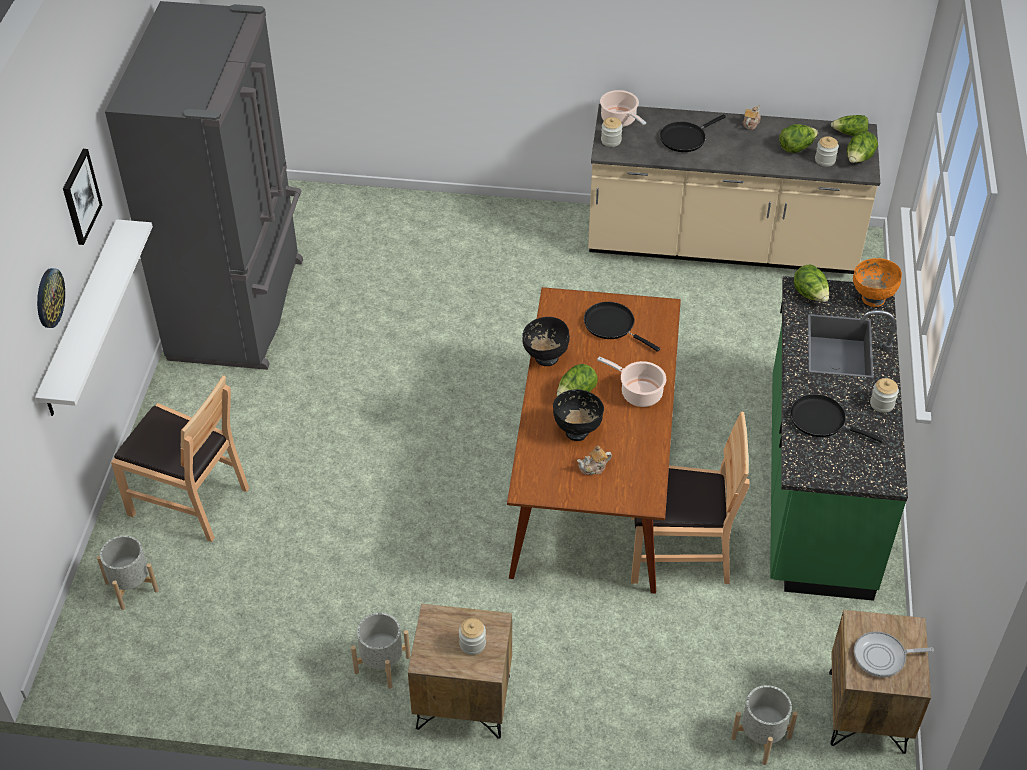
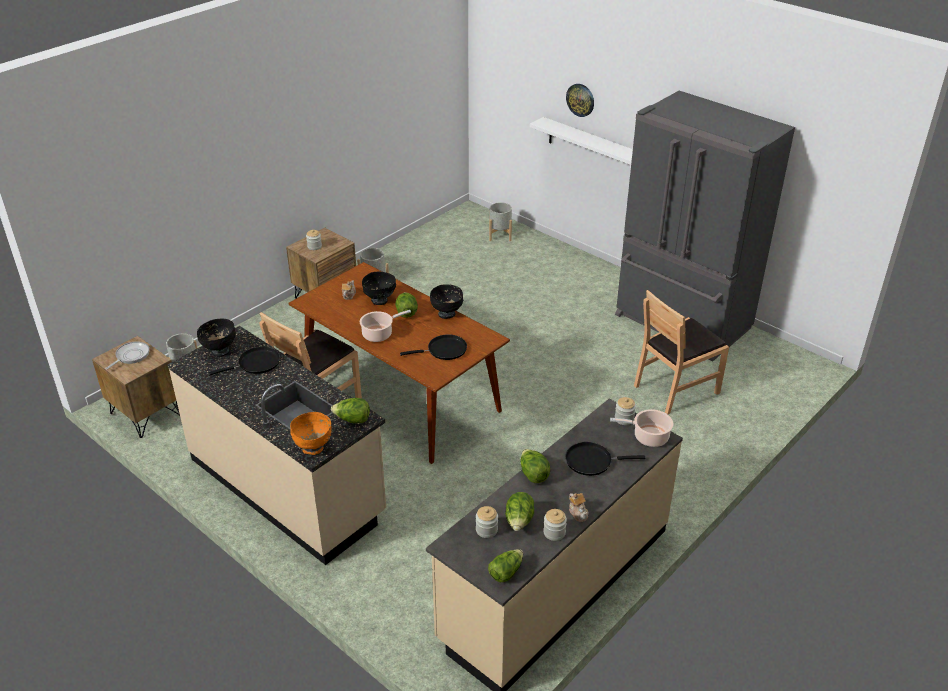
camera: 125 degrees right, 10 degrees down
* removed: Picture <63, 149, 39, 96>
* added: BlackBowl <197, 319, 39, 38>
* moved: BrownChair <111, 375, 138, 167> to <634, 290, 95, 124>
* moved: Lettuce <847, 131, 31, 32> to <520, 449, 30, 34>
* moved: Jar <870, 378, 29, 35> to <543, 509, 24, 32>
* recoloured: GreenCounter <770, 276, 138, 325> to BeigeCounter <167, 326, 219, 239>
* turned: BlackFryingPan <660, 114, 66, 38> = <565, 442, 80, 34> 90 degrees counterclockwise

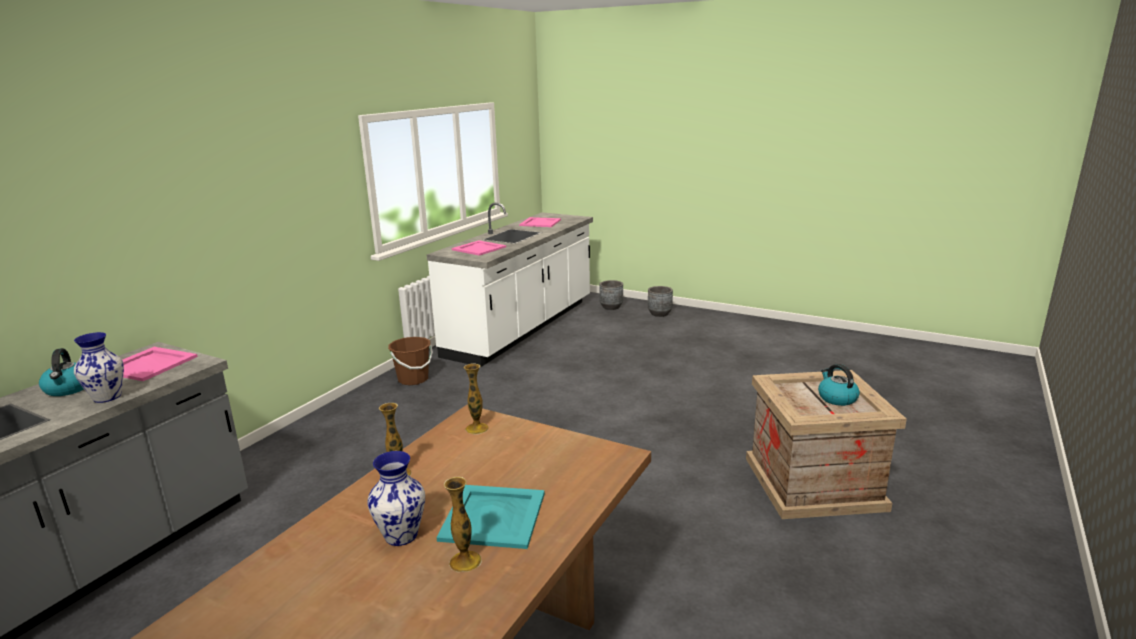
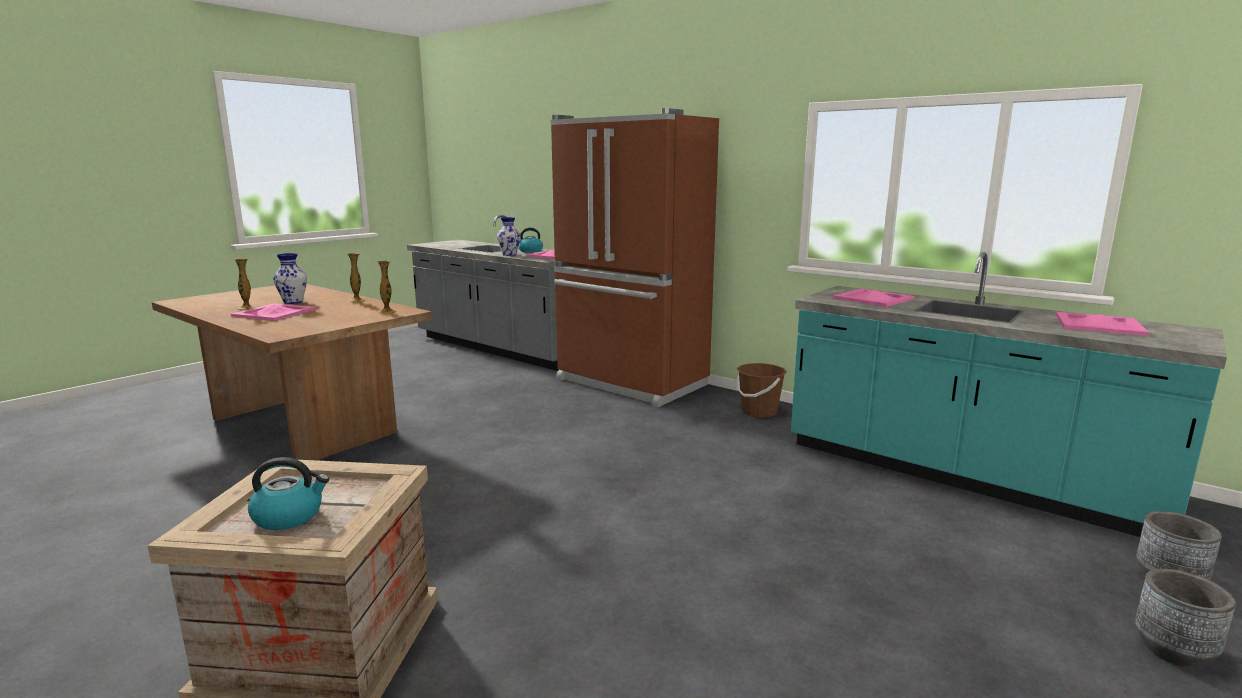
camera: 100 degrees right, 5 degrees down
* added: BrownFridge <551, 108, 168, 299>
* recoloured: WhiteCounter <427, 202, 166, 165> to TurquoiseCounter <791, 252, 436, 285>
* recoloured: TurquoiseTray <437, 485, 108, 64> to PinkTray <231, 303, 85, 18>

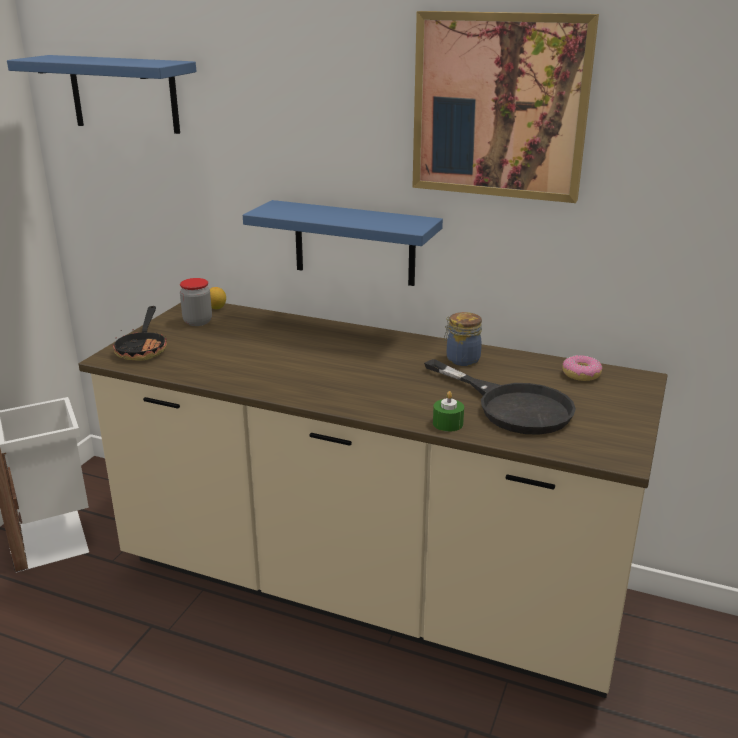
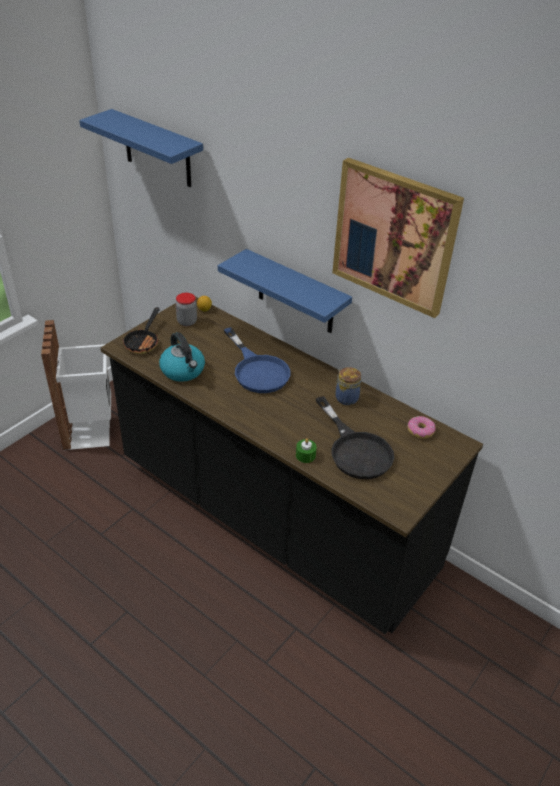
camera: 15 degrees right, 15 degrees up
* added: Kettle <159, 332, 46, 50>
* added: BlueFryingPan <224, 327, 67, 66>
* recoloured: BeigeCounter <79, 303, 589, 395> to BlackCounter <101, 296, 382, 338>

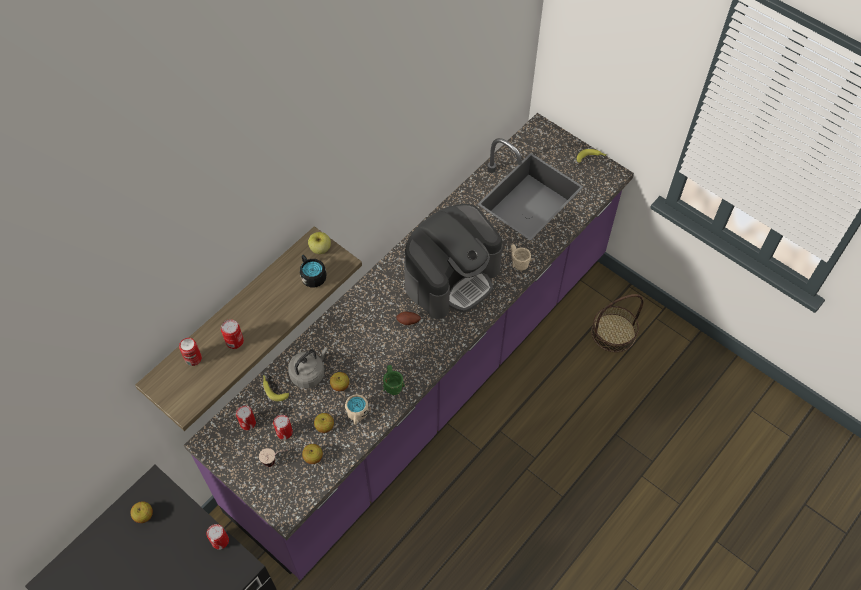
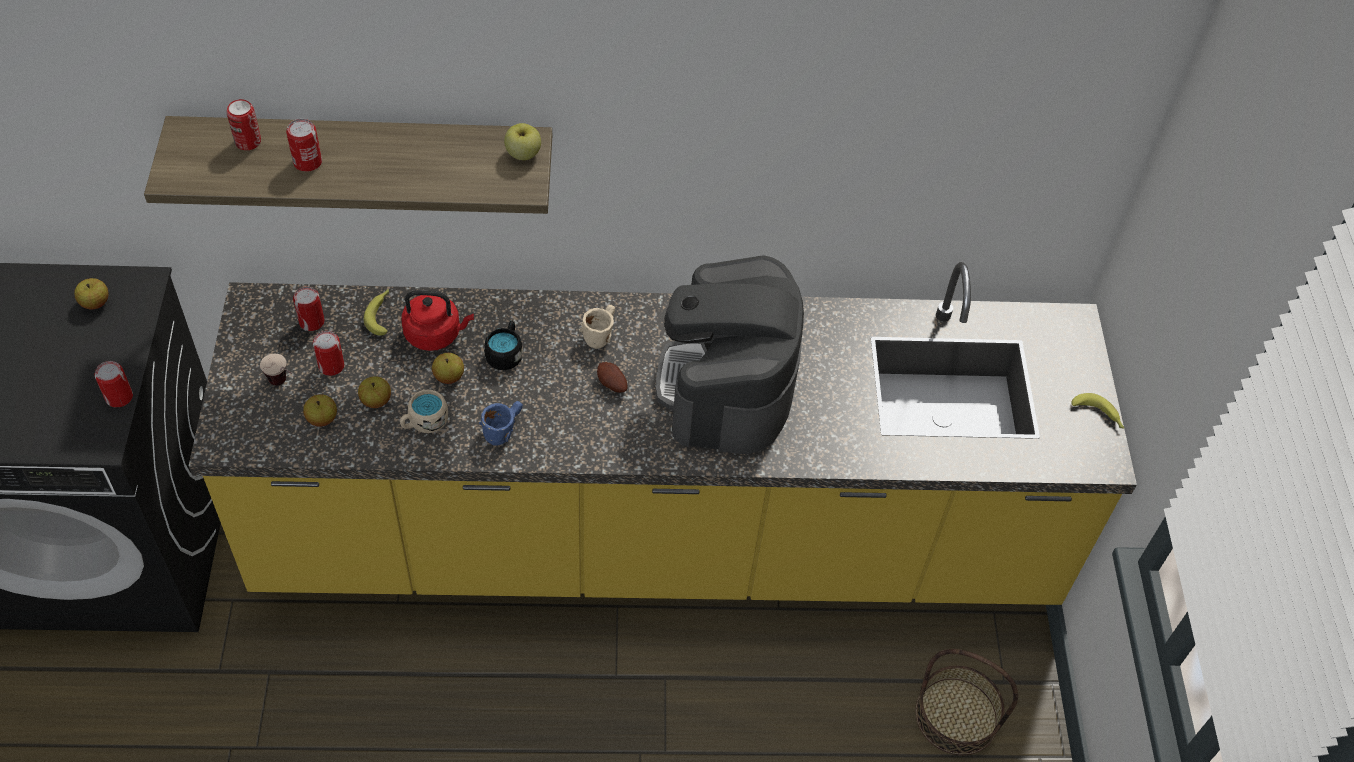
camera: 45 degrees right, 5 degrees down
* moved: BlackMug <300, 255, 27, 32> to <484, 321, 39, 49>
* moved: BeigeMug <511, 244, 20, 27> to <579, 305, 36, 44>
* recoloured: PurpleCounter <184, 113, 450, 467> to YellowCounter <189, 262, 948, 343>
* recoloured: GreyKettle <288, 347, 40, 41> to RedKettle <401, 290, 73, 61>
* recoloured: GreenMug <383, 365, 22, 30> to BlueMug <479, 401, 44, 45>
* turned: CoffeeMachine <404, 204, 99, 115> = <656, 255, 148, 199> 90 degrees clockwise

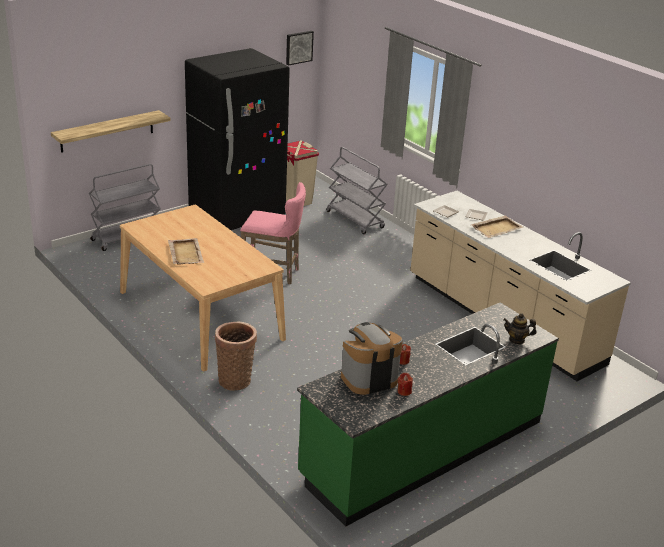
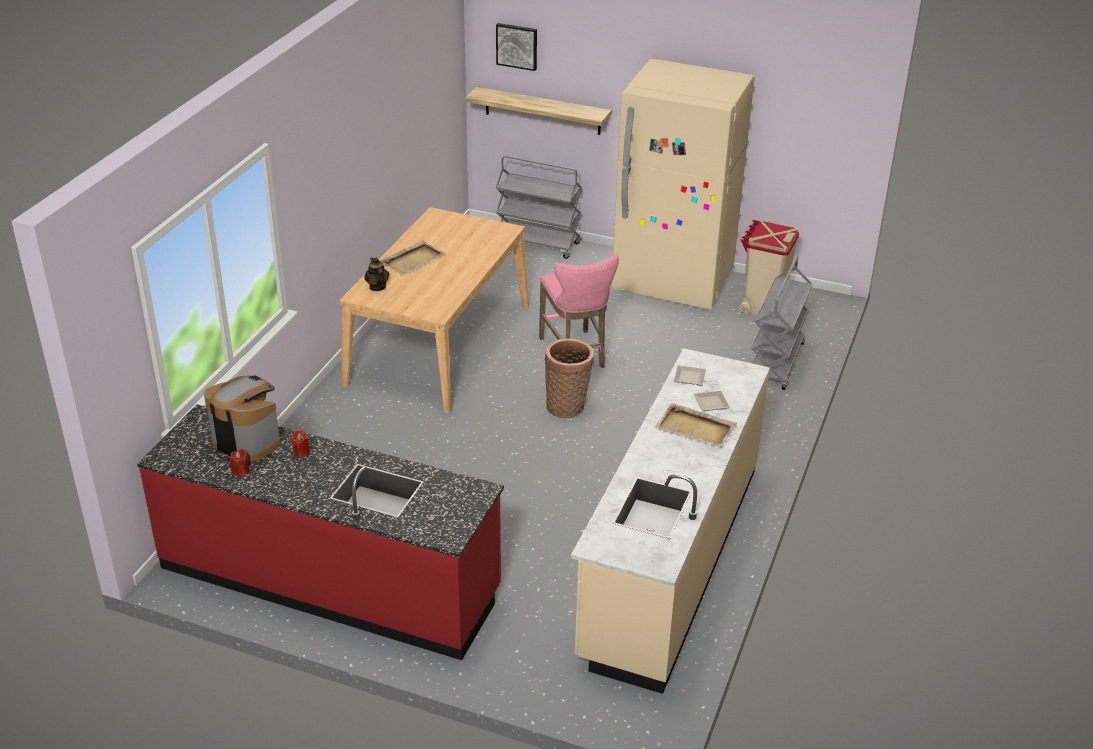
camera: 60 degrees right, 5 degrees up
* moved: Basket <215, 322, 42, 69> to <544, 338, 50, 80>
* moved: Picture <286, 31, 28, 35> to <496, 23, 41, 48>
* moved: Teapot <503, 313, 34, 31> to <364, 257, 25, 34>
* recoloured: BlackFridge <185, 48, 105, 182> to BeigeFridge <611, 59, 143, 251>
* recoloured: GreenCounter <297, 302, 262, 225> to RedCounter <137, 405, 367, 255>

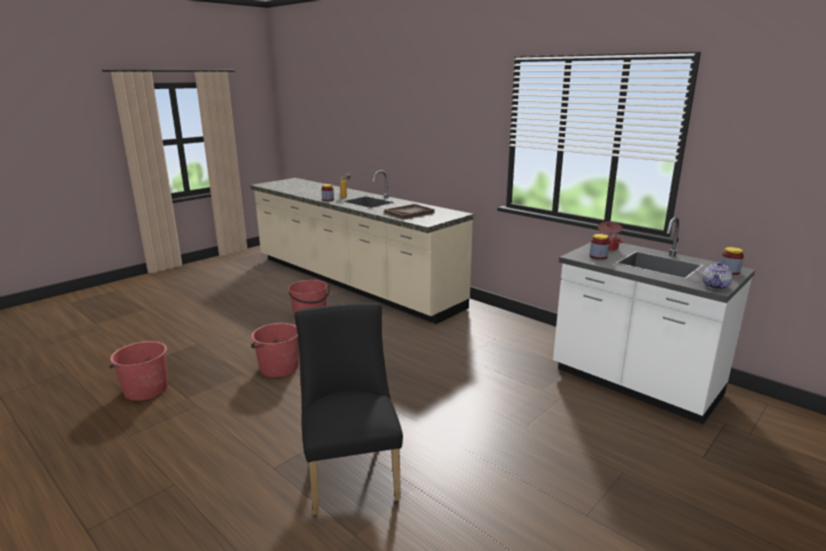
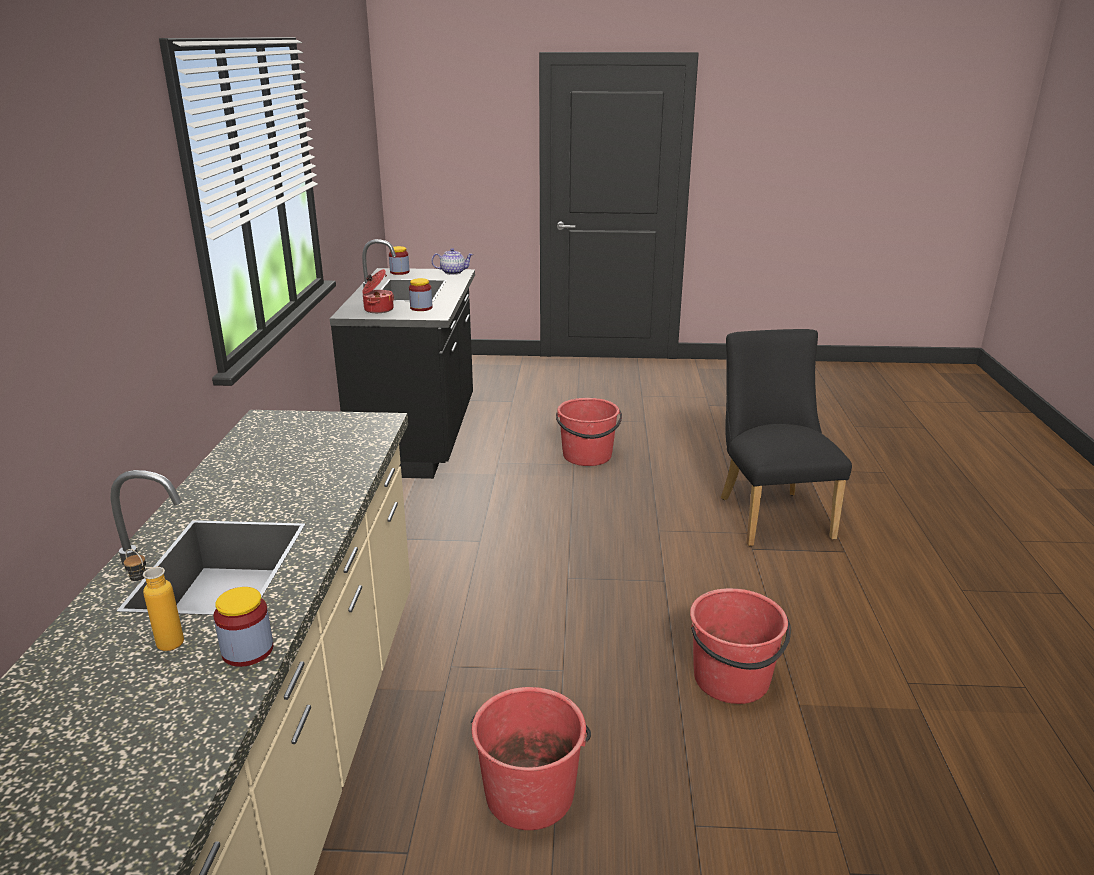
camera: 130 degrees left, 5 degrees up
* removed: BrownTray <384, 204, 51, 15>
* moved: RedBucket <109, 341, 59, 60> to <556, 398, 66, 68>
* recoloured: WhiteCounter <553, 217, 202, 207> to BlackCounter <330, 239, 145, 240>
* turned: BlackChair <295, 303, 108, 212> = <721, 329, 131, 217> 135 degrees clockwise

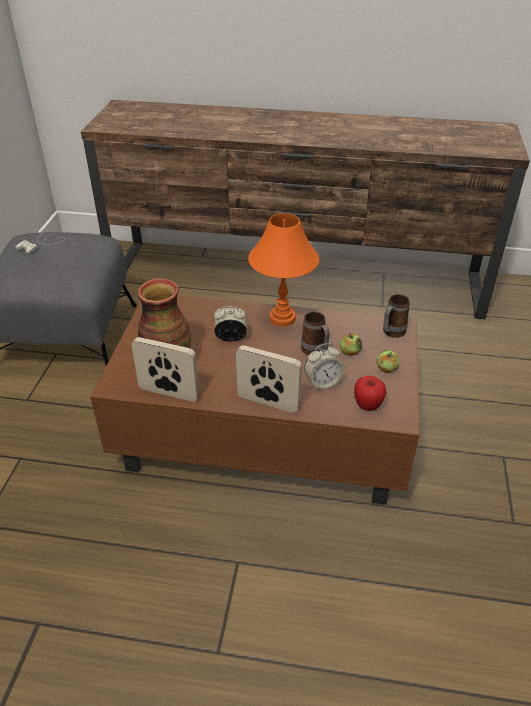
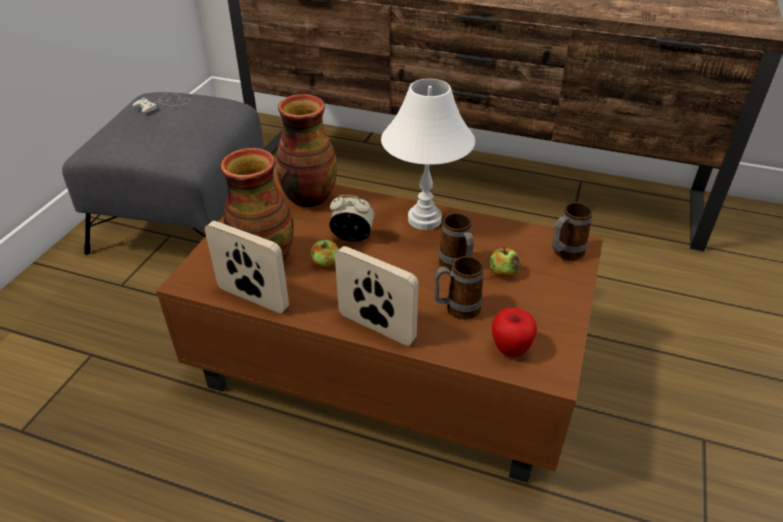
camera: 10 degrees right, 0 degrees up
* added: Vase <276, 94, 61, 113>
* moved: Apple <377, 350, 23, 23> to <311, 239, 28, 29>
* replaced: AlarmClock <304, 343, 40, 47> to Mug <434, 256, 50, 64>
* recoloured: OrangeTableLamp <248, 213, 71, 114> to WhiteTableLamp <381, 79, 94, 151>

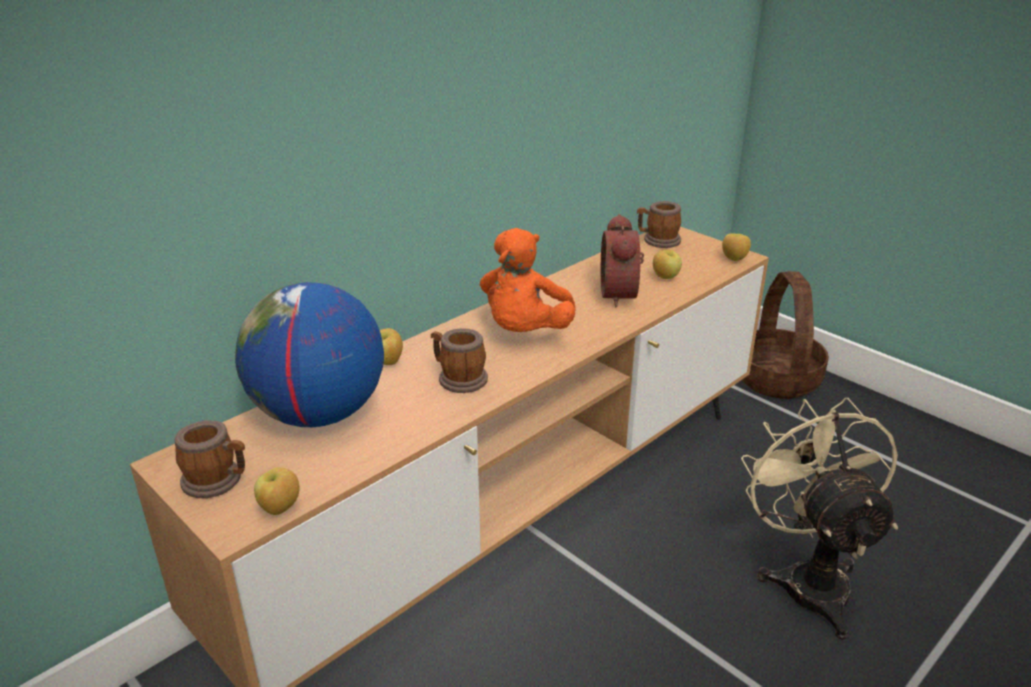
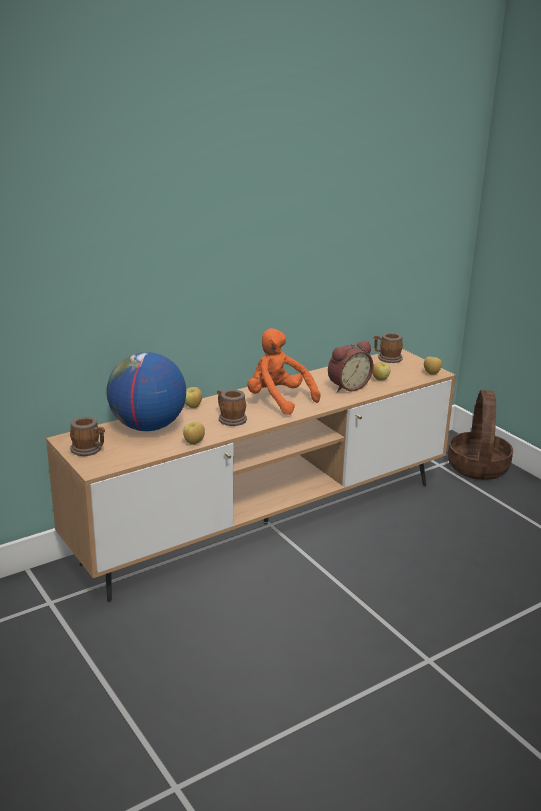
camera: 10 degrees right, 5 degrees down
* removed: BeigeFan <741, 398, 157, 242>
* moved: Apple <254, 467, 45, 48> to <183, 422, 22, 23>
* turned: OrangePlushToy <480, 228, 96, 104> = <247, 328, 74, 87> 105 degrees clockwise
* turned: AlarmClock <601, 214, 43, 93> = <328, 341, 46, 51> 135 degrees counterclockwise

